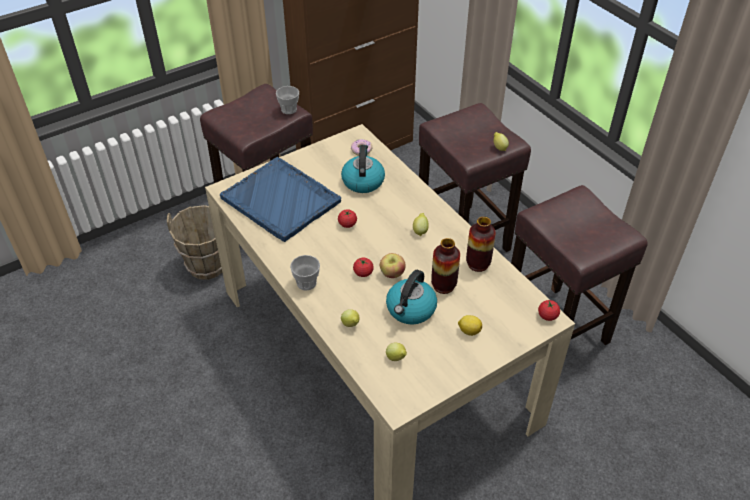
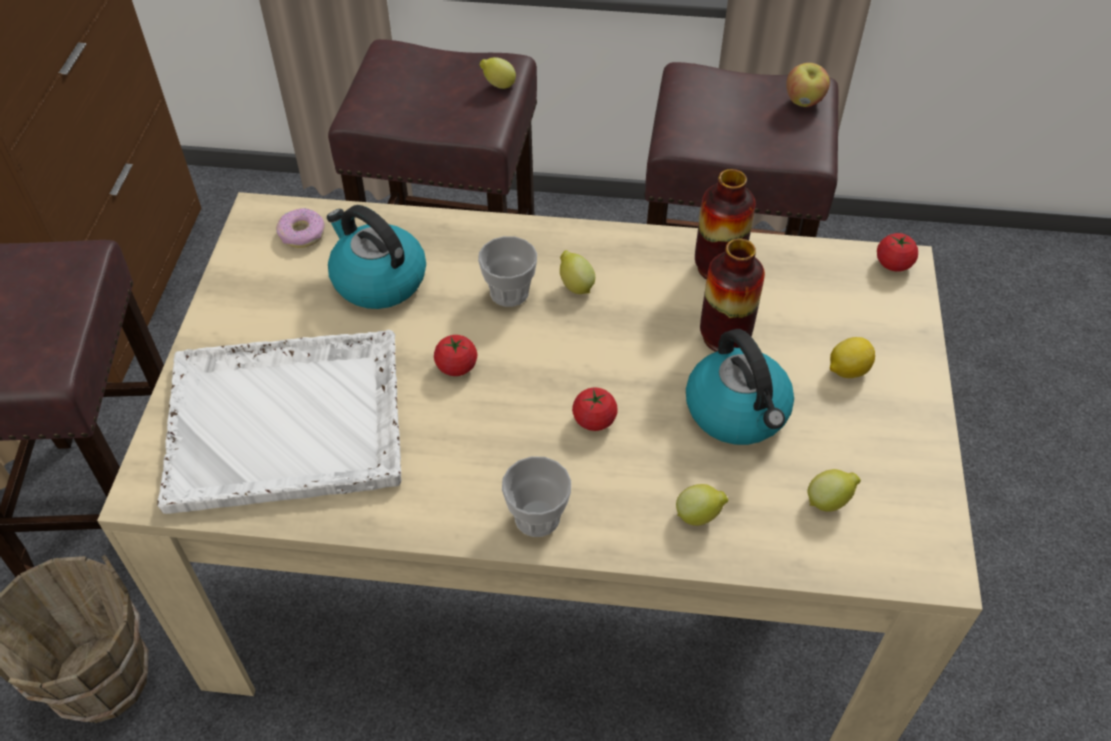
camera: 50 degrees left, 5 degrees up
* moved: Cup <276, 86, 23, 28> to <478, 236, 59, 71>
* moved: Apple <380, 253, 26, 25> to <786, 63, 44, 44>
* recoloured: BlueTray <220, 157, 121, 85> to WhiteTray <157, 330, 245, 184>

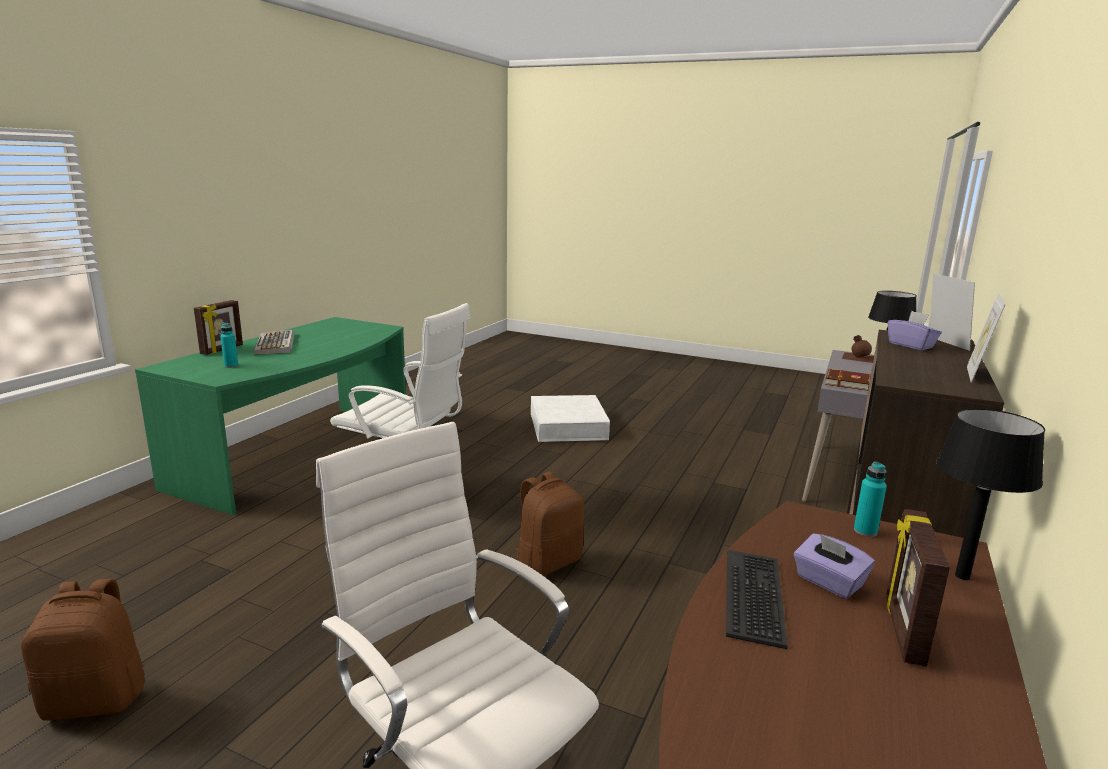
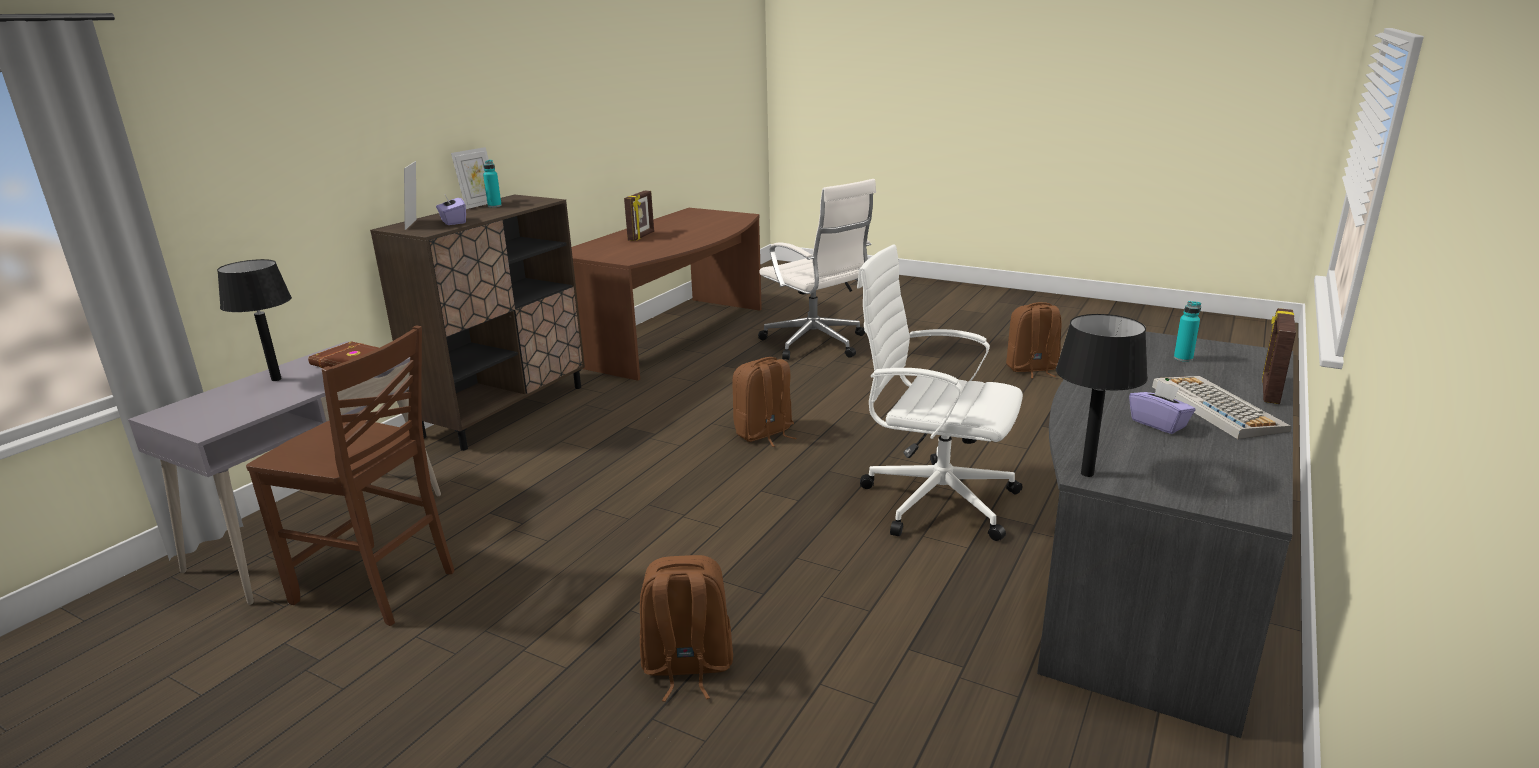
camera: 175 degrees left, 5 degrees up
* removed: Keyboard <726, 550, 62, 99>
* removed: BrownBottle <842, 335, 32, 28>
* added: BrownChair <246, 325, 208, 301>
* moved: PurpleTissueBox <794, 533, 81, 66> to <1129, 380, 67, 54>
* moved: TurquoiseBottle <854, 462, 33, 75> to <483, 160, 19, 48>
* moved: BlackTableLamp <936, 408, 109, 172> to <1056, 314, 92, 163>
* replaced: WhiteStorageBox <531, 395, 79, 47> to BrownBackpack <640, 555, 93, 147>
* recoloured: GreenDesk <135, 317, 271, 198> to GreyDesk <1037, 332, 256, 406>

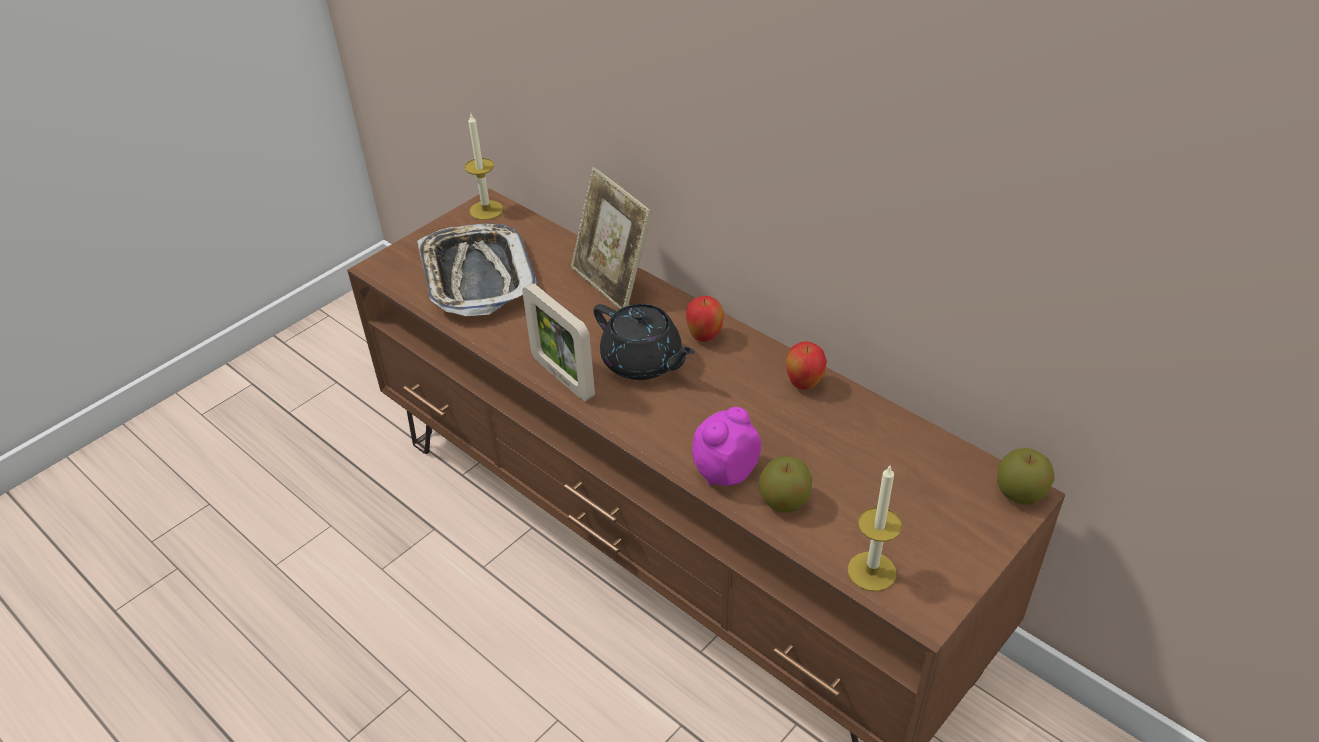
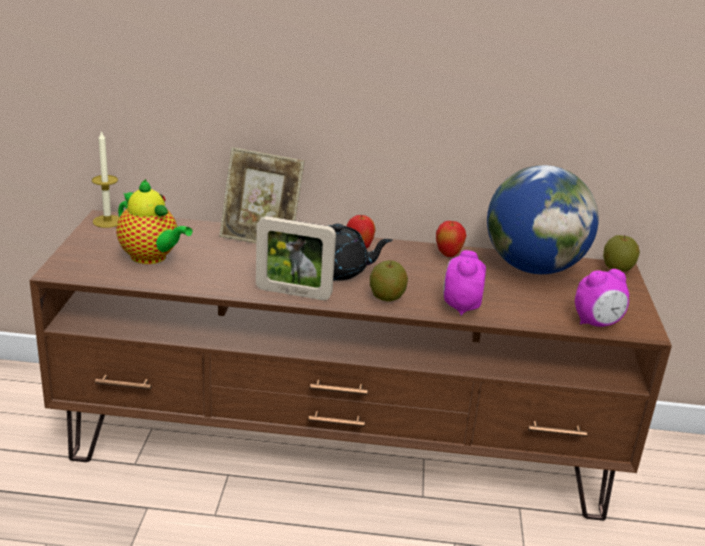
camera: 40 degrees left, 15 degrees down
* added: Globe <487, 165, 112, 109>
* moved: Apple <759, 456, 53, 57> to <370, 260, 38, 41>
* replaced: Tray <417, 223, 119, 93> to Teapot <116, 179, 77, 85>
* replaced: Candle <848, 464, 54, 128> to AlarmClock <575, 269, 54, 58>

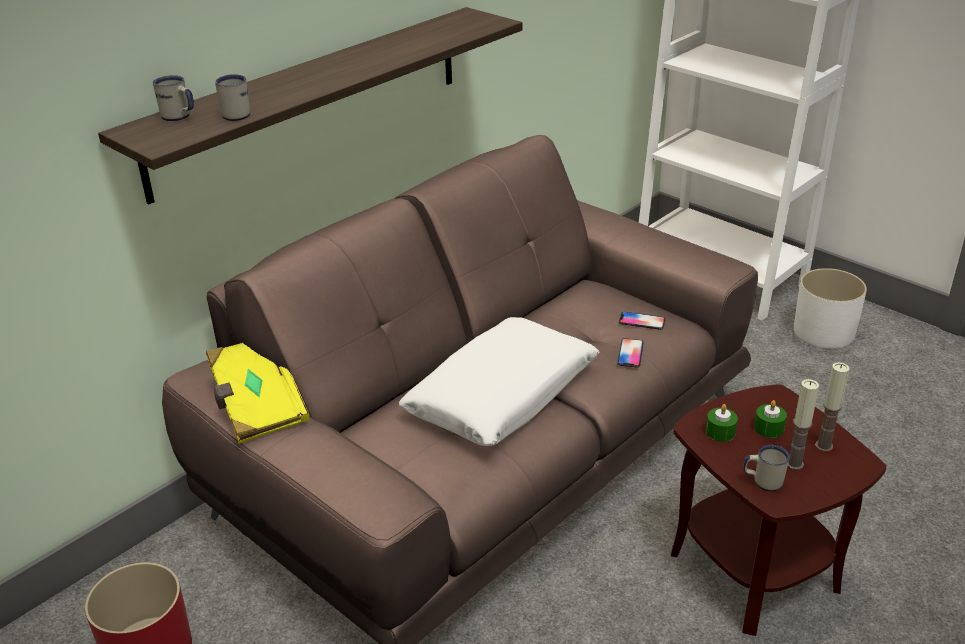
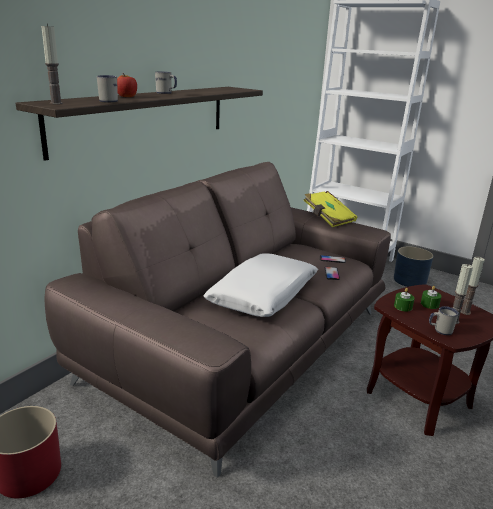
camera: 10 degrees left, 10 degrees down
* added: Candle <41, 24, 22, 80>
* added: Apple <117, 73, 20, 24>
* moved: WhiteMug <153, 75, 41, 46> to <155, 72, 22, 22>
* moved: YellowBook <206, 343, 104, 100> to <304, 191, 53, 36>
* recoloured: WhitePlanter <794, 268, 73, 81> to BluePlanter <394, 246, 39, 41>

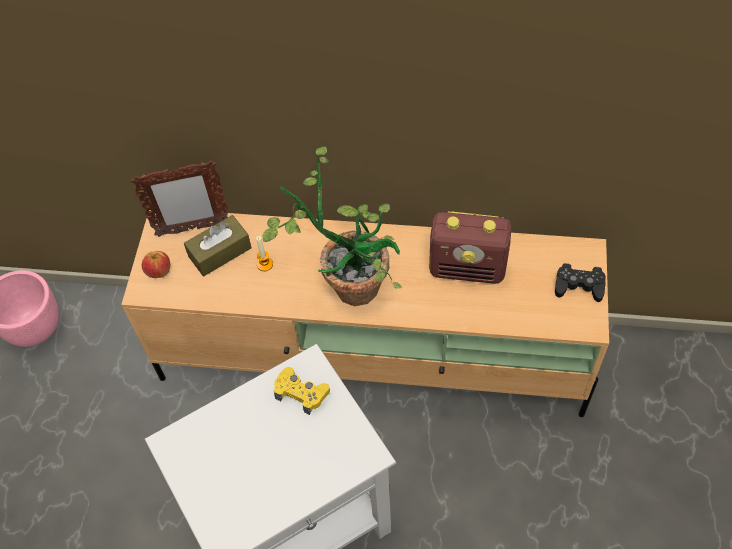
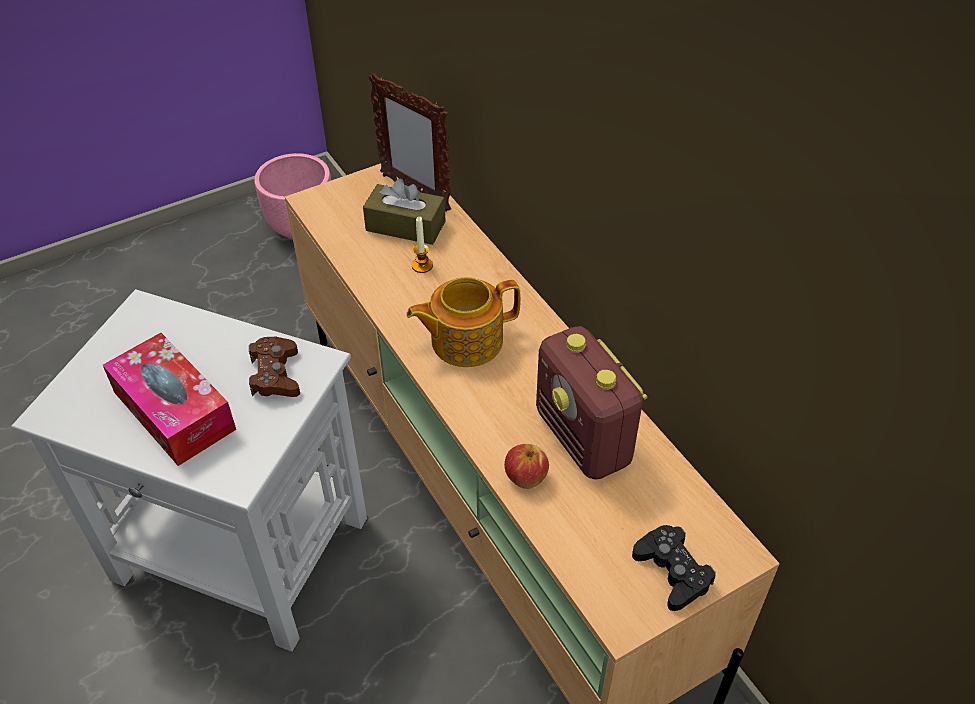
camera: 50 degrees right, 10 degrees down
* added: TissueBox <103, 333, 133, 133>
* moved: Apple <142, 251, 28, 27> to <504, 444, 45, 45>
* replaced: PottedPlant <262, 146, 140, 160> to Teapot <406, 277, 115, 90>
* recoloured: YellowGameController <274, 367, 56, 48> to BrownGameController <249, 336, 51, 61>

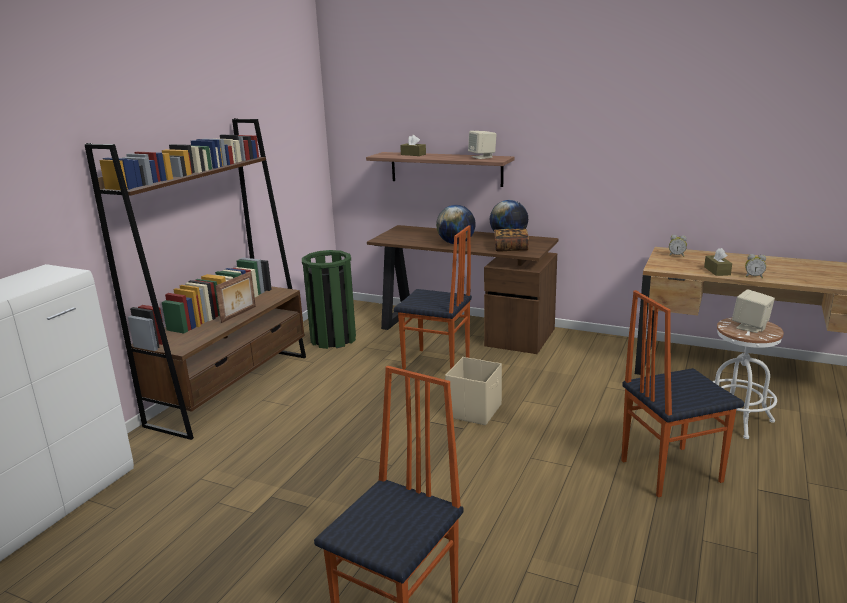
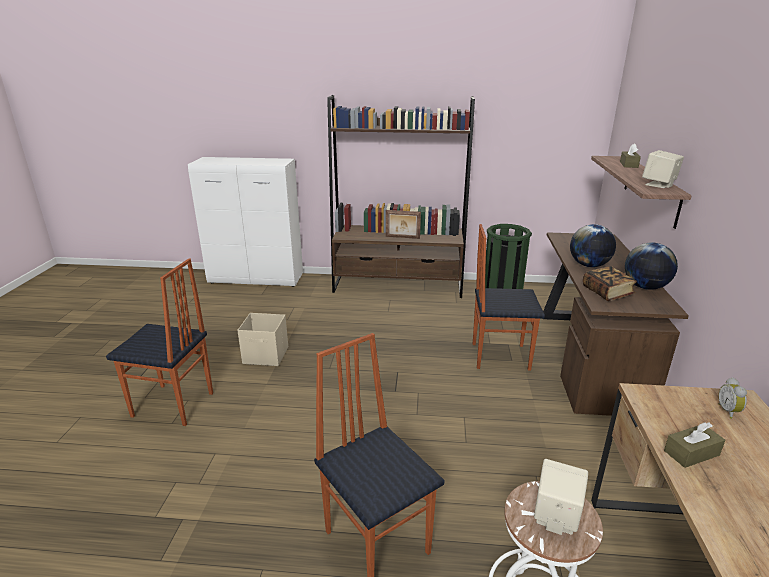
camera: 70 degrees right, 5 degrees up
* removed: AlarmClock <745, 254, 21, 24>
* moved: BeigeStorageBox <445, 357, 57, 68> to <237, 313, 51, 53>
* turned: Chair <393, 225, 79, 144> = <473, 224, 72, 147> 90 degrees clockwise

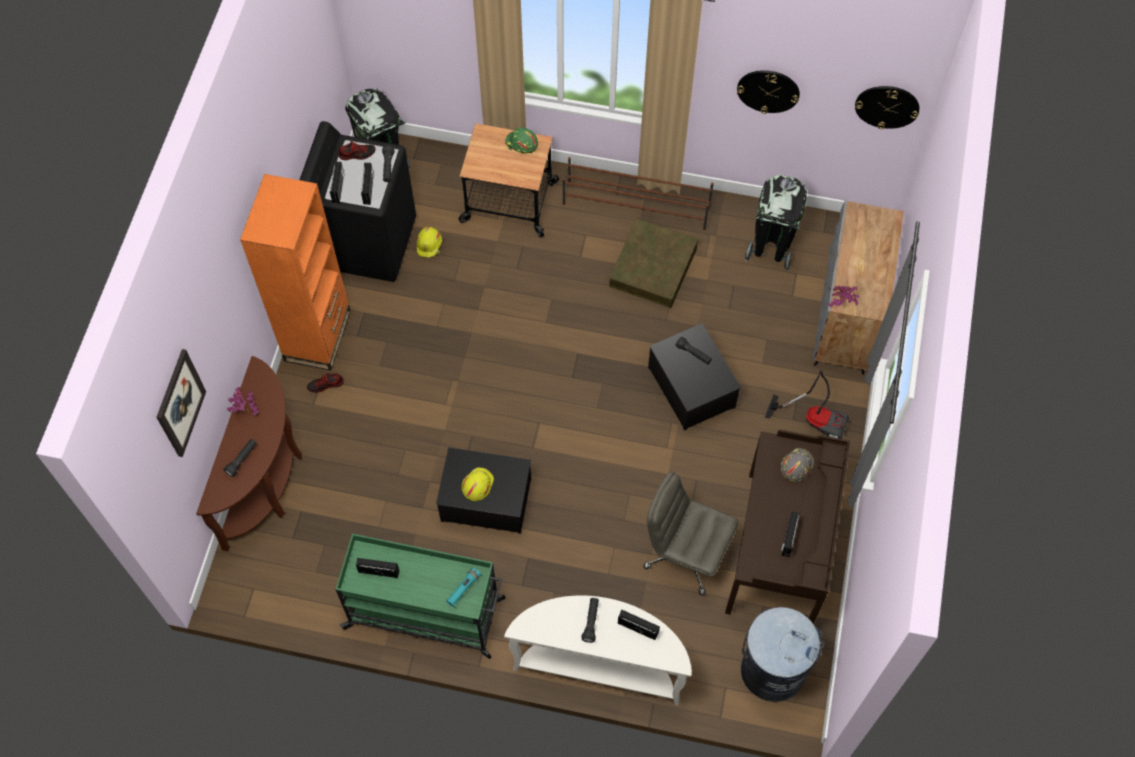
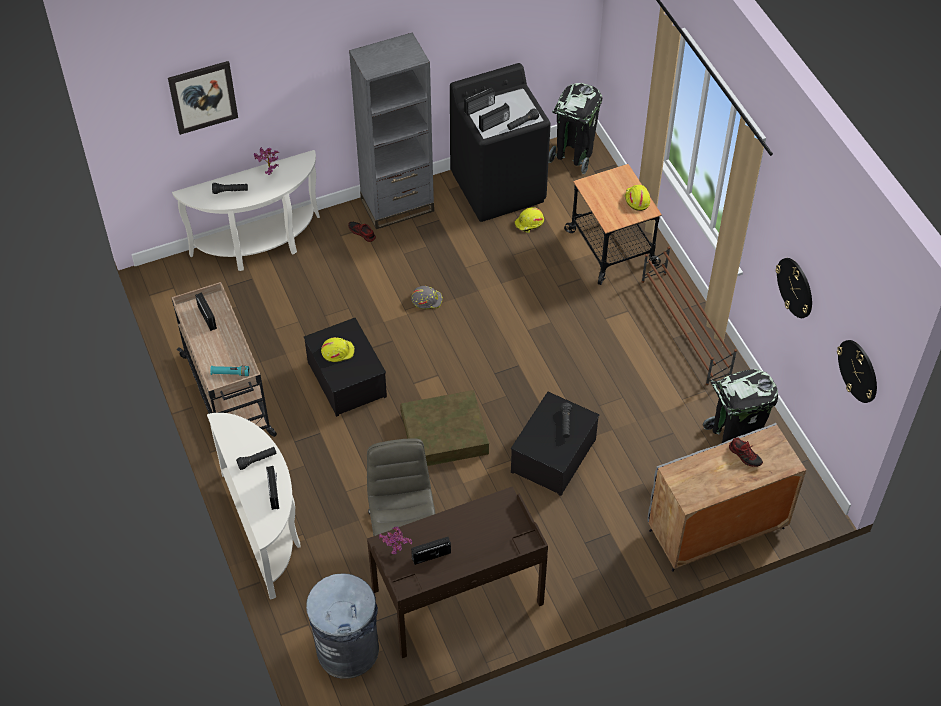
camera: 55 degrees right, 10 degrees down
* removed: VacuumCleaner <765, 370, 84, 69>
* moved: Shoe <338, 141, 38, 19> to <729, 437, 34, 30>
* moved: BrownStorageBox <609, 218, 89, 90> to <400, 390, 89, 76>
* moved: GreyHardHat <781, 448, 34, 34> to <411, 286, 32, 23>
* moved: PottedPlant <828, 286, 31, 22> to <379, 527, 33, 27>
* recoloured: BrownConsoleTable <196, 356, 106, 196> to WhiteConsoleTable <172, 150, 148, 121>
* recoloured: OrangeBookcase <240, 174, 111, 197> to GreyBookcase <349, 32, 85, 197>
* recoloured: GreenCart <335, 534, 171, 125> to BeigeCart <172, 282, 105, 155>
* recoloured: GreenHardHat <505, 127, 33, 26> to YellowHardHat <625, 185, 25, 26>

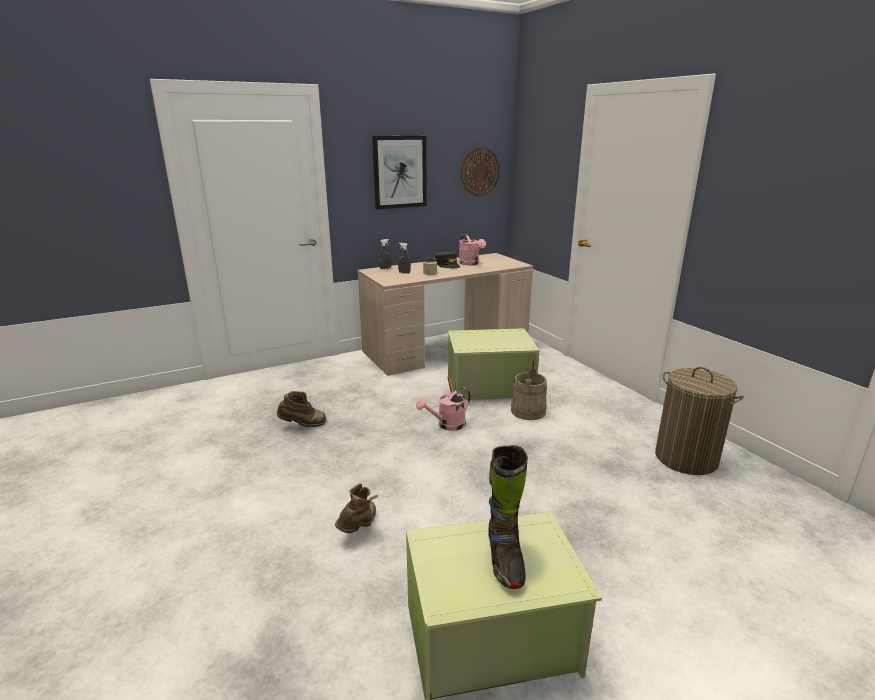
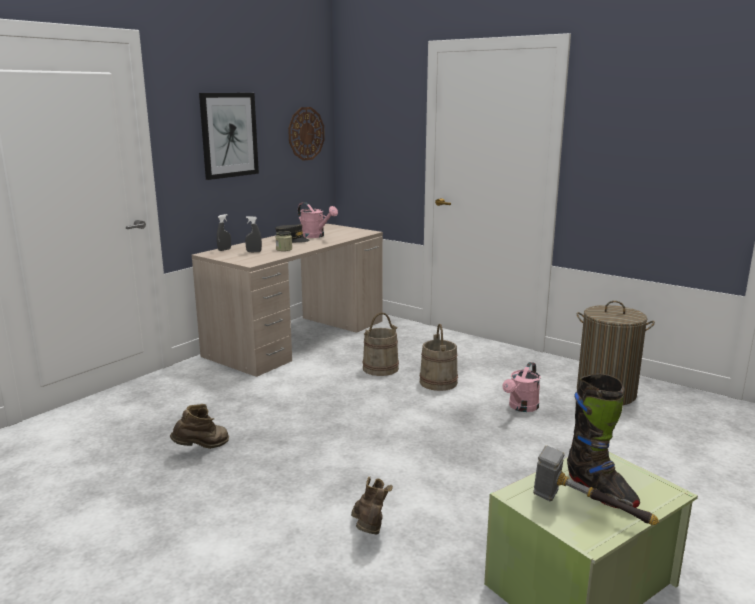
camera: 25 degrees left, 5 degrees down
* added: Hammer <533, 446, 126, 79>
* moved: PinkWateringCan <416, 387, 55, 44> to <502, 362, 38, 50>
* replaced: GreenStorageBox <448, 328, 91, 72> to BeigeBucket <362, 312, 37, 64>

